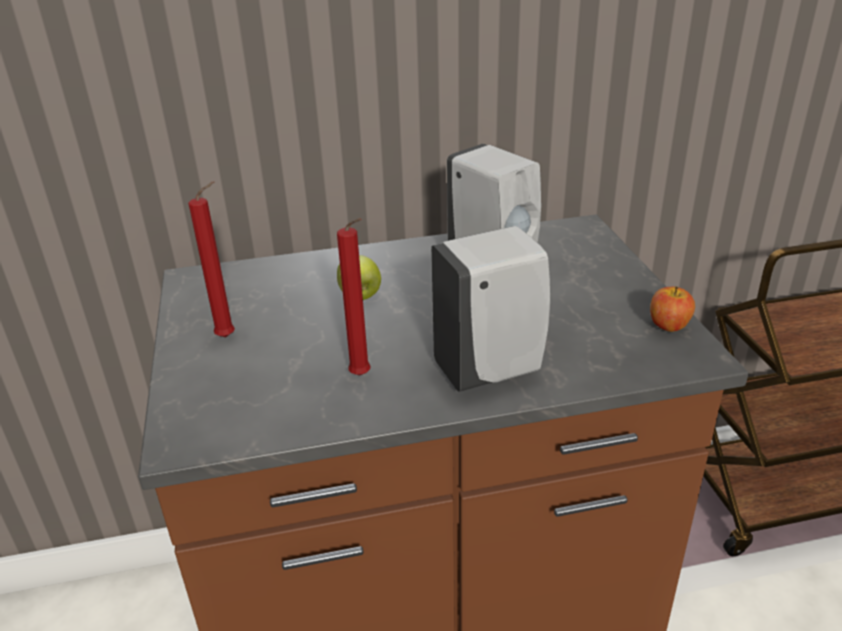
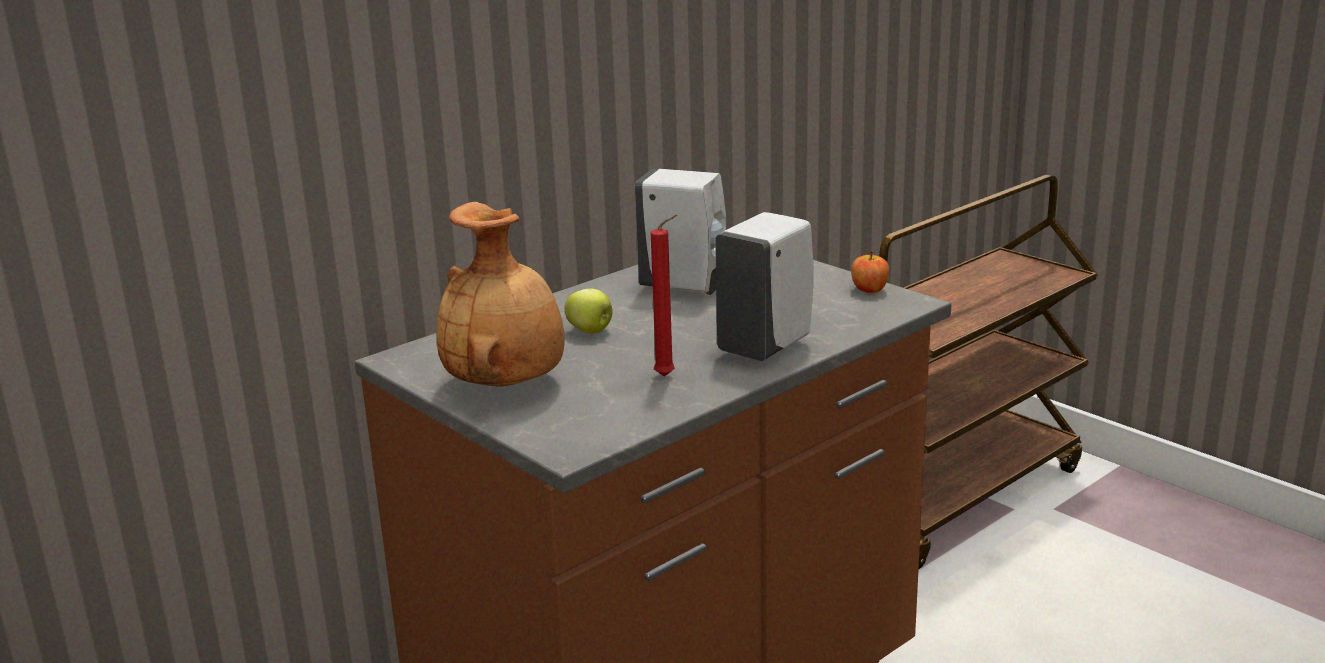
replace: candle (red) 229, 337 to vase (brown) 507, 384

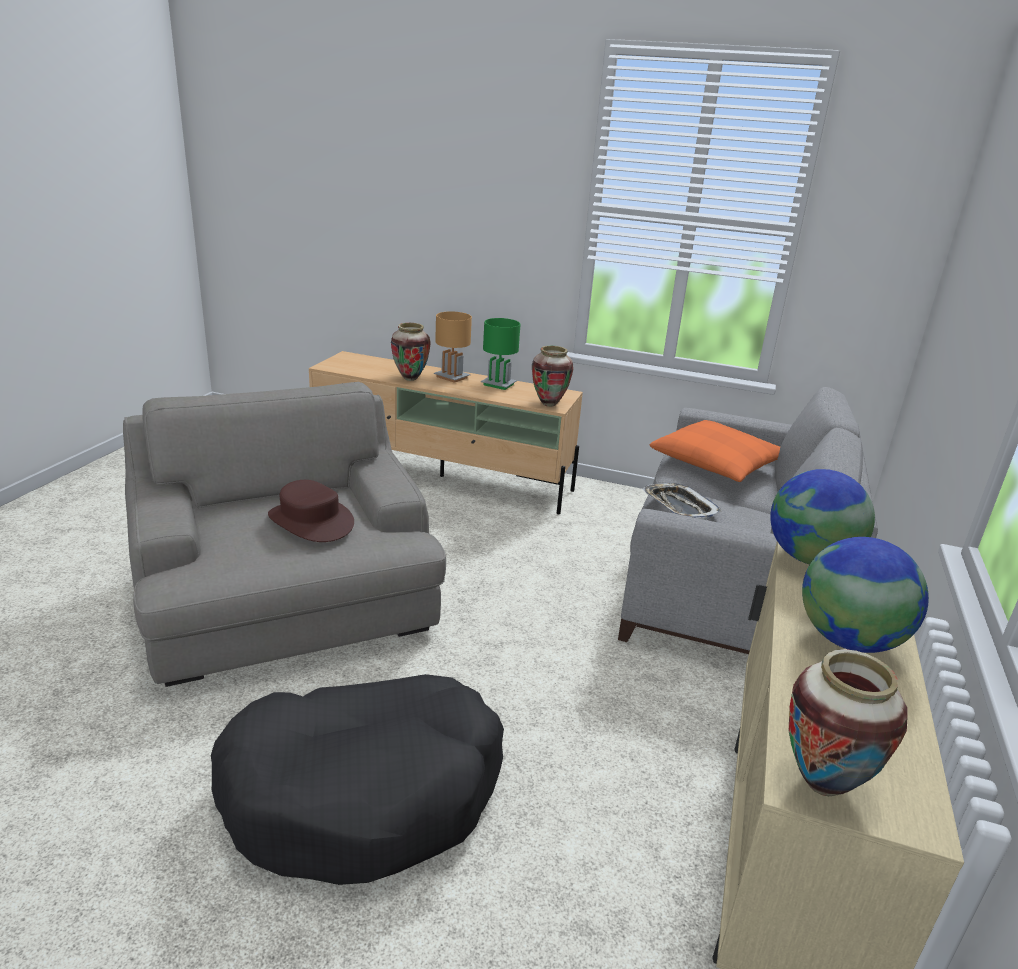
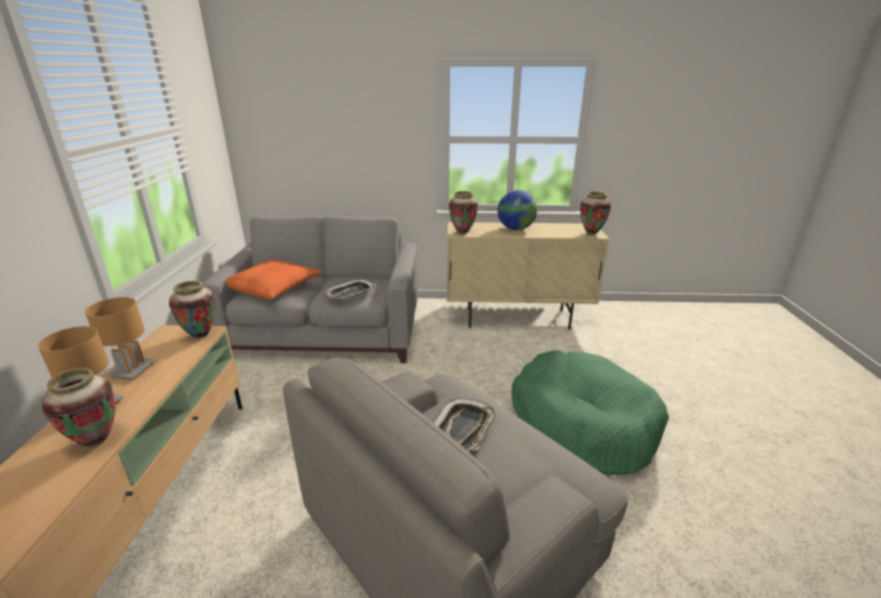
replace: hat (brown) 310, 521 to tray 462, 429; globe 810, 558 to vase 462, 232
recolor: table lamp (green) 498, 384 to table lamp (brown) 133, 371; dog bed (black) 365, 792 to dog bed (green) 582, 423

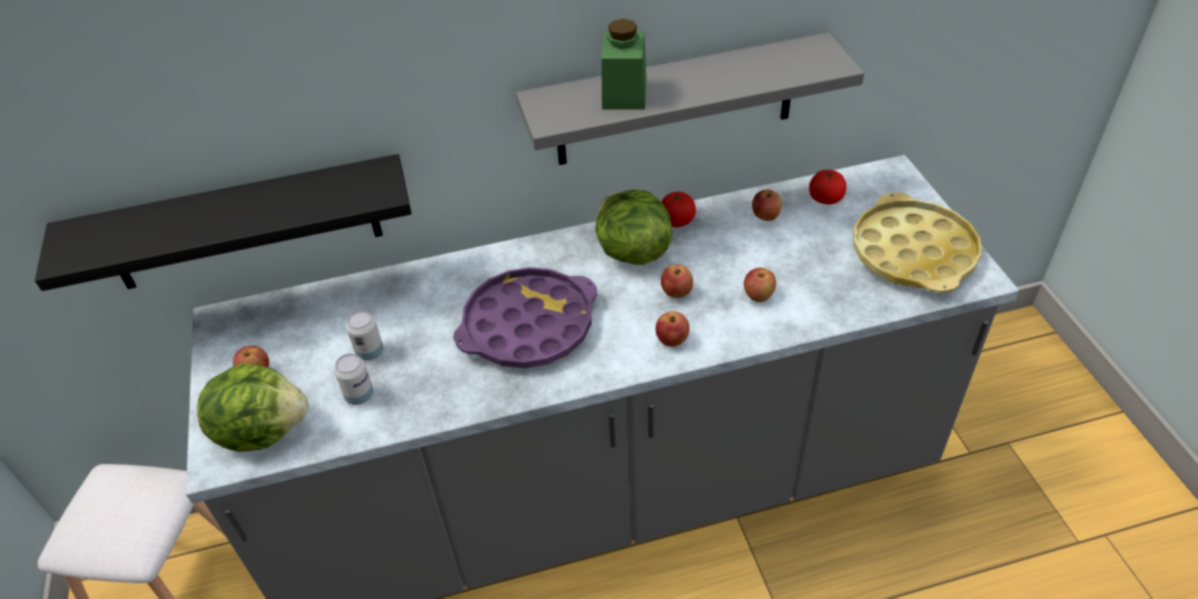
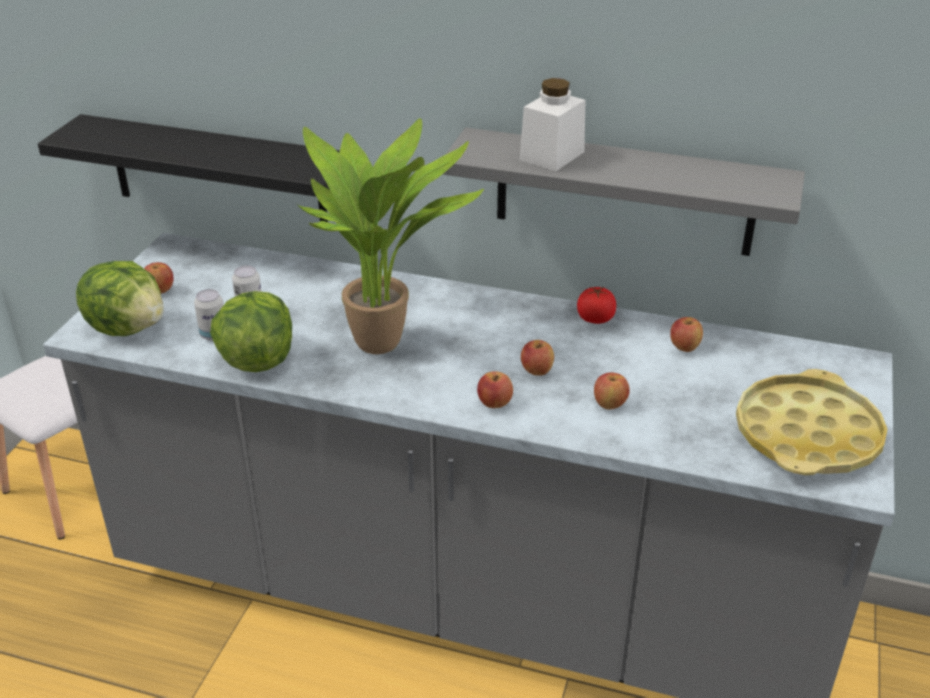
delete: tomato 825, 199
move: lettuce 631, 252 to 257, 360
replace: tray (purple) 528, 326 to potted plant 386, 343
recolor: jar (green) 624, 94 to jar (white) 552, 155

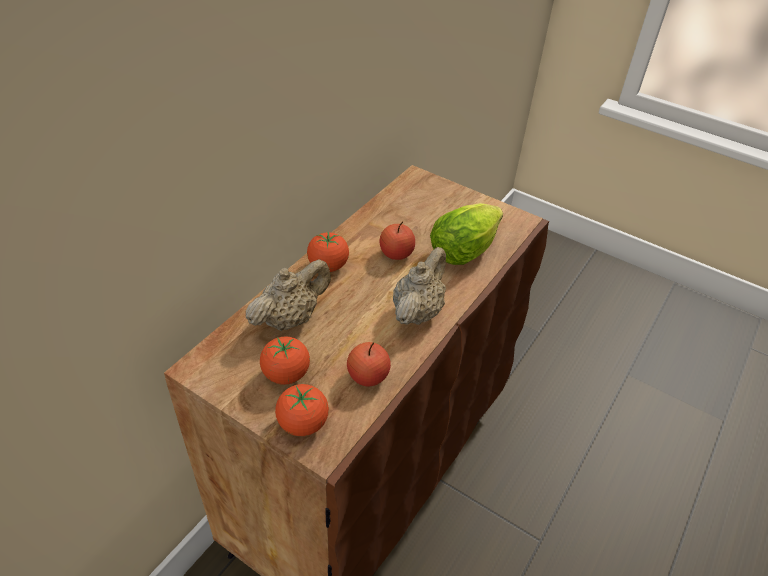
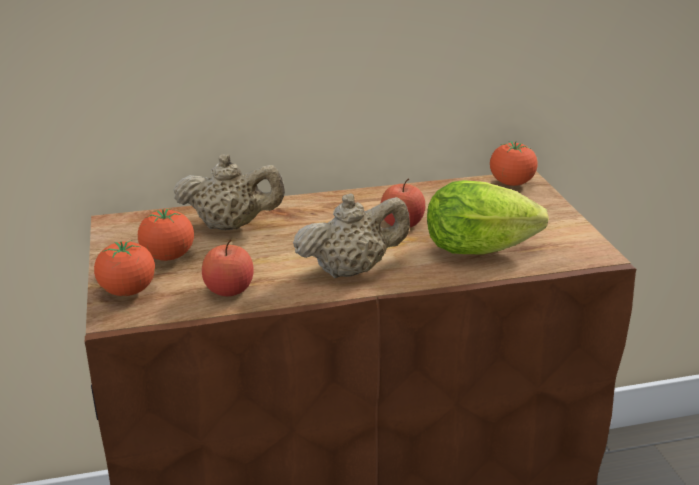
move: tomato 328, 266 to 511, 183

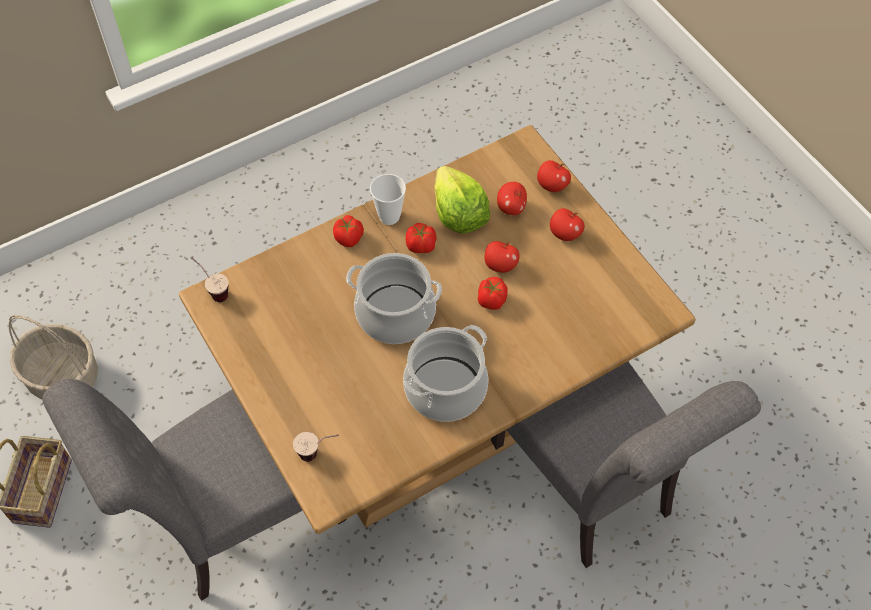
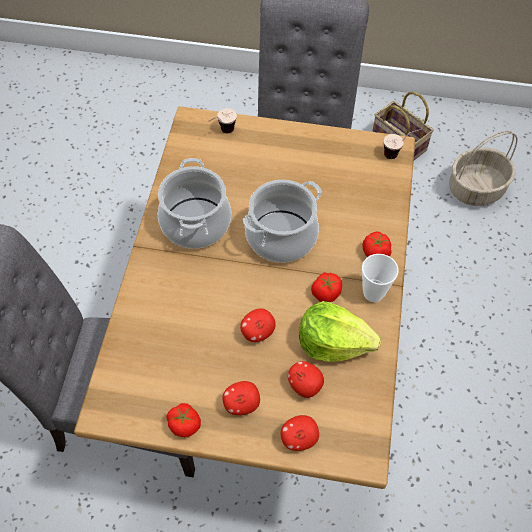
move: tomato 491, 300 to 184, 424

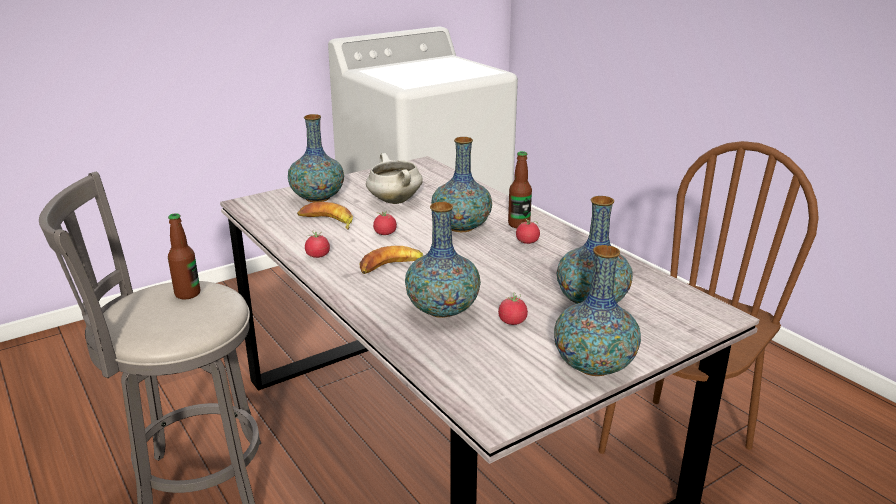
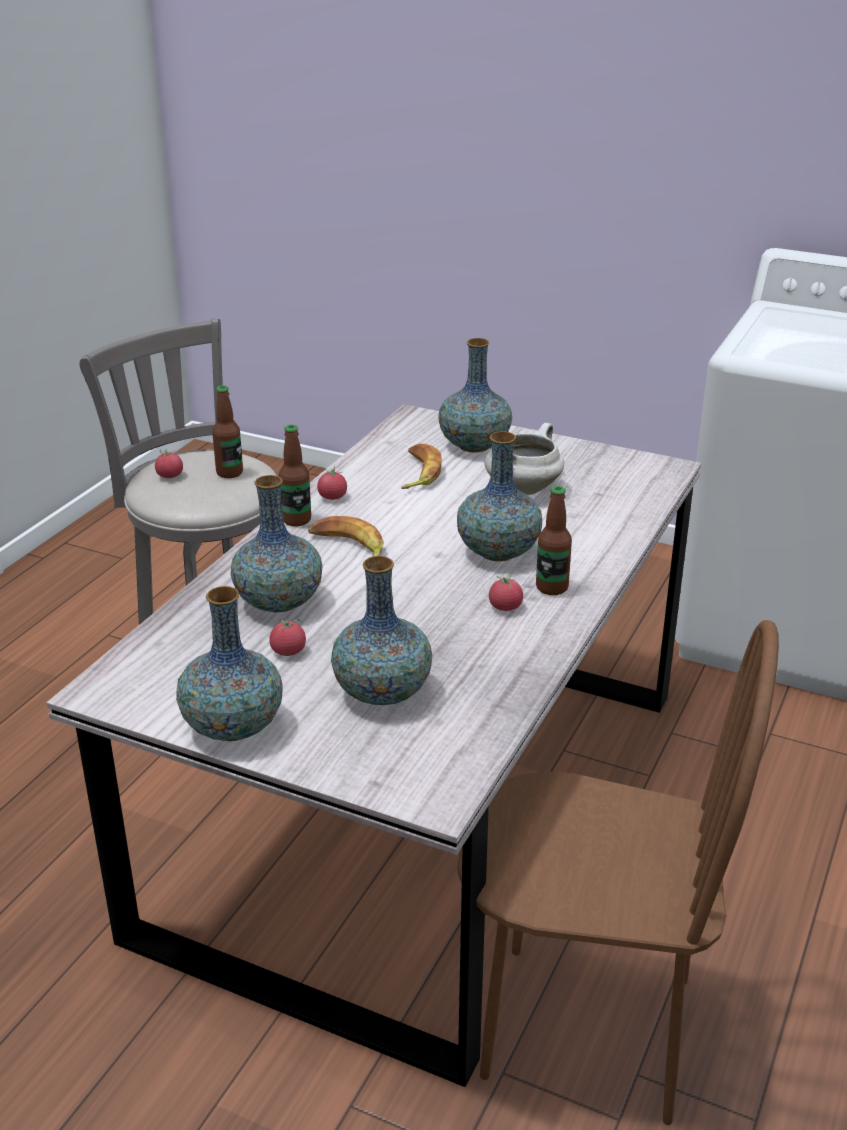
insert: bottle 296, 520
move: tomato 385, 233 to 170, 476

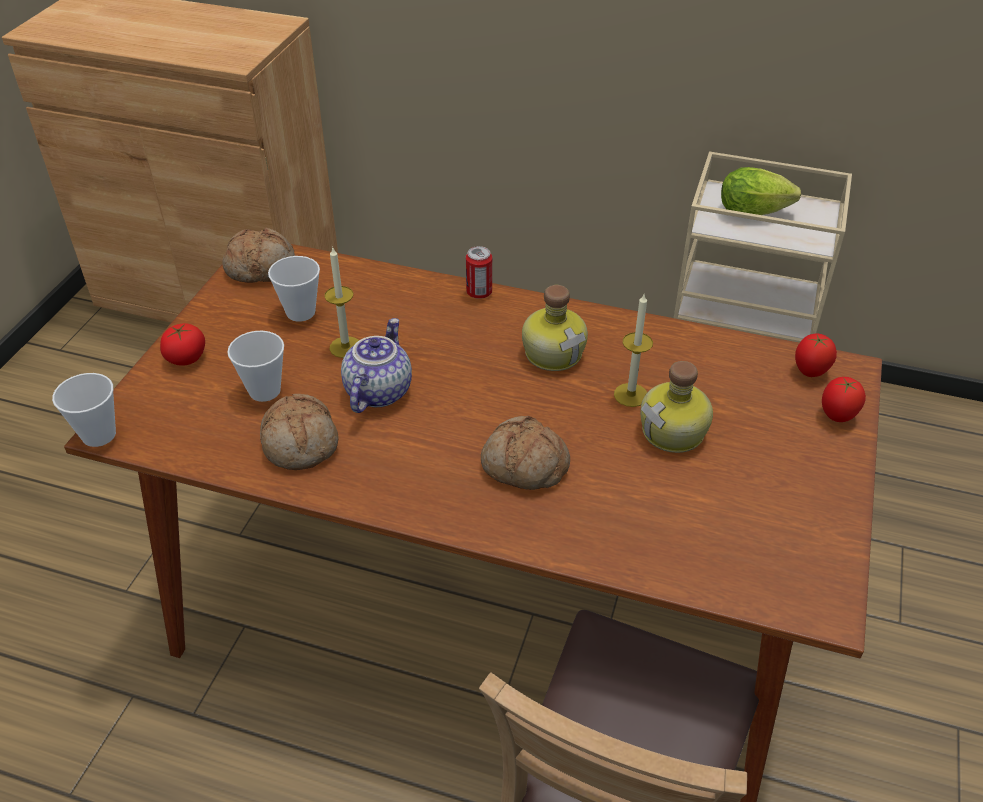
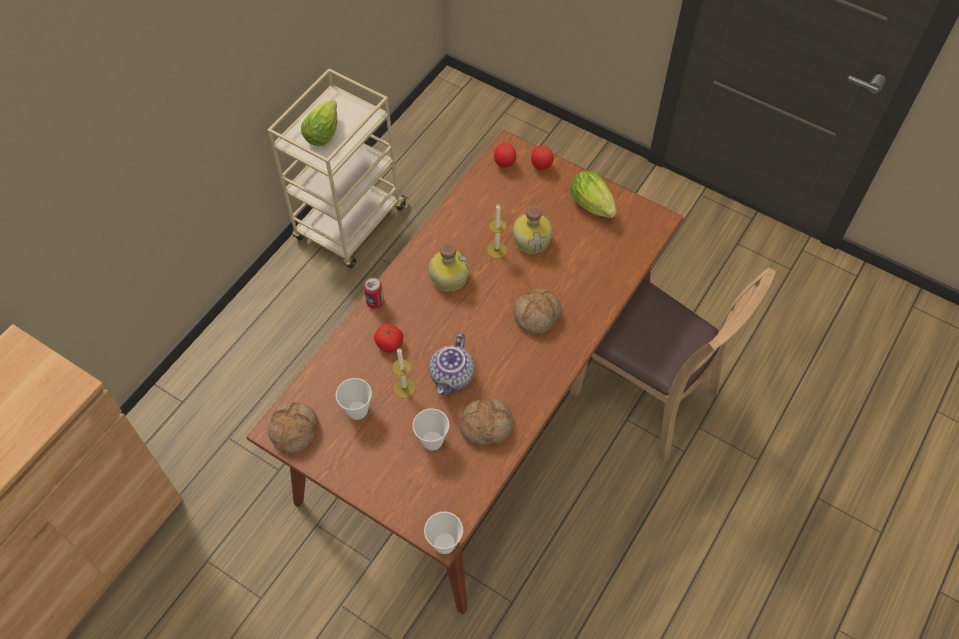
insert: lettuce 594, 207
move: tomato 186, 358 to 389, 344
rotate: teapot 377, 391 = 453, 377 105 degrees counterclockwise

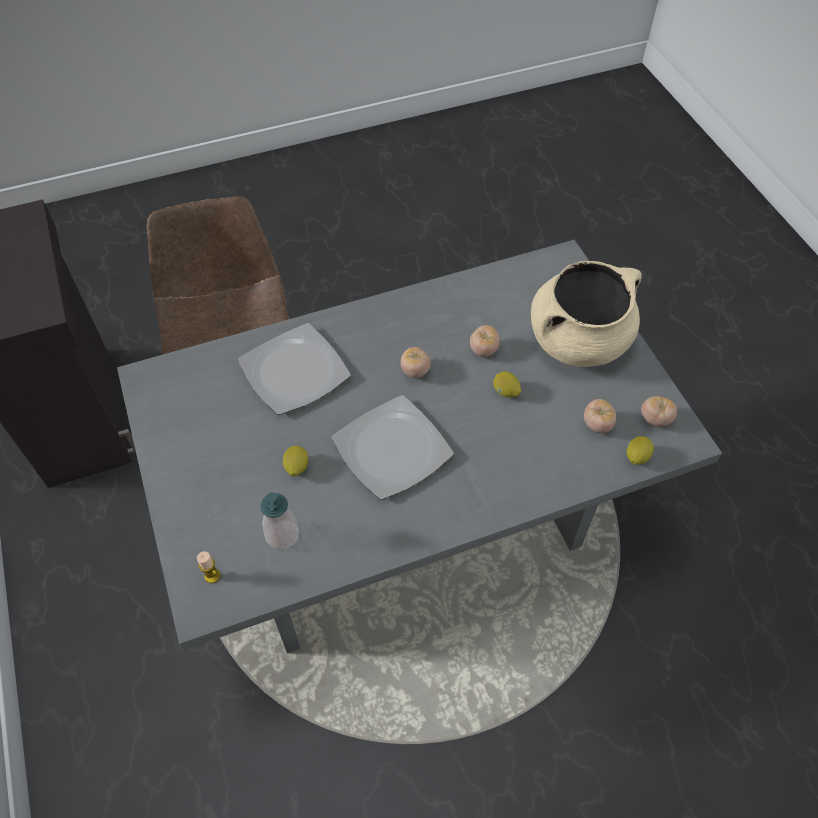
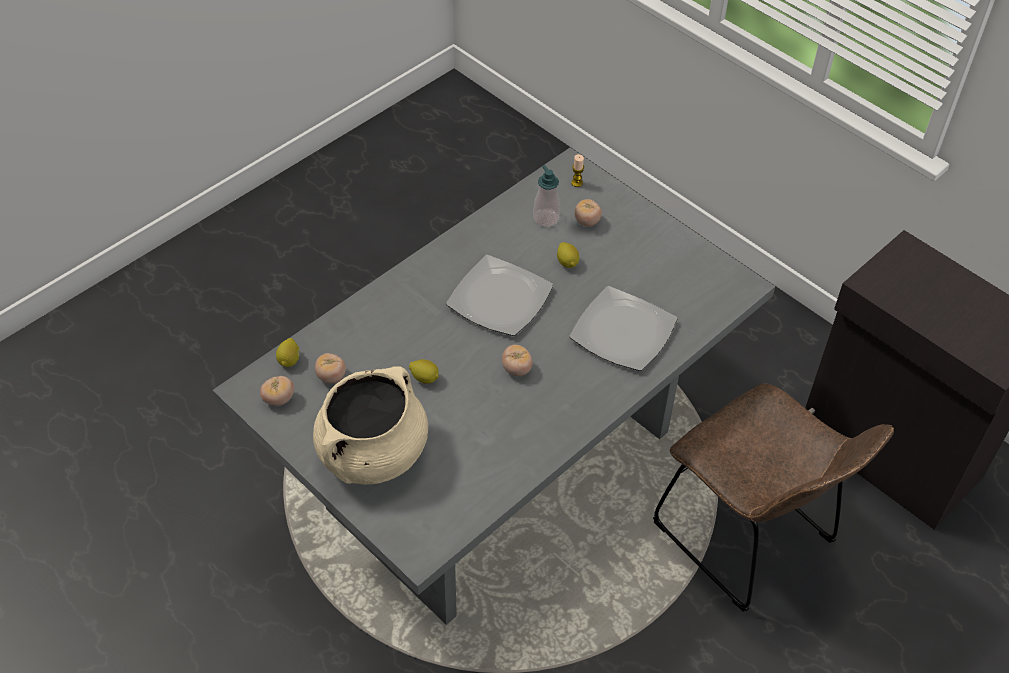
move: tomato 483, 350 to 587, 221

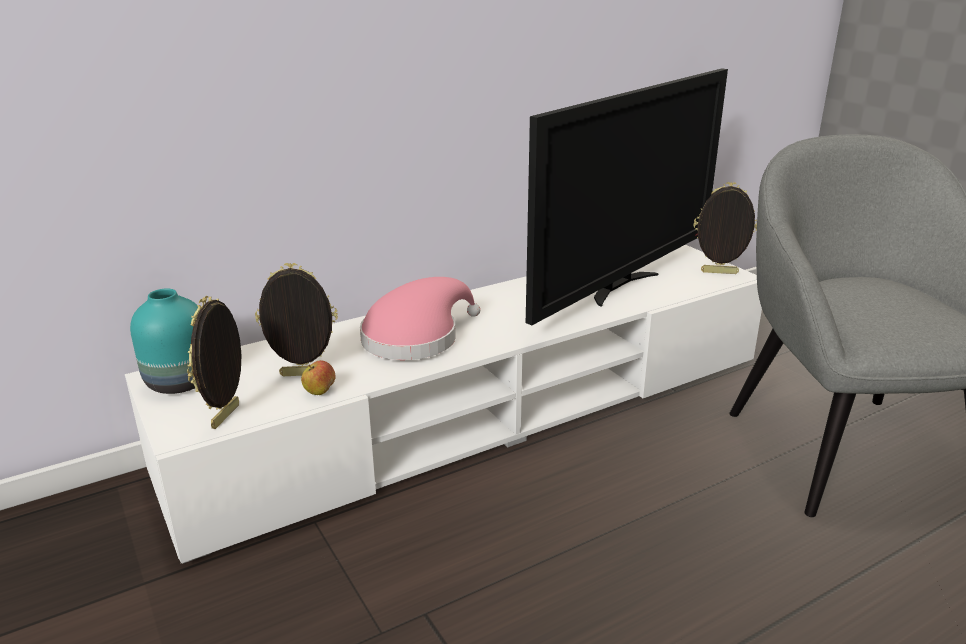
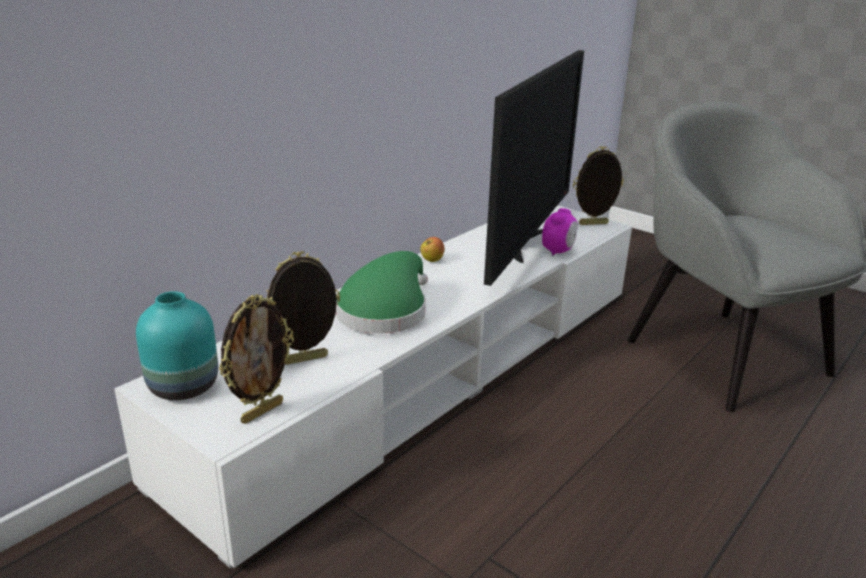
insert: alarm clock 558, 251
move: apple 319, 392 to 432, 260
recolor: hat (pink) 416, 337 to hat (green) 385, 311
rotate: picture frame 227, 417 = 261, 412 135 degrees counterclockwise

